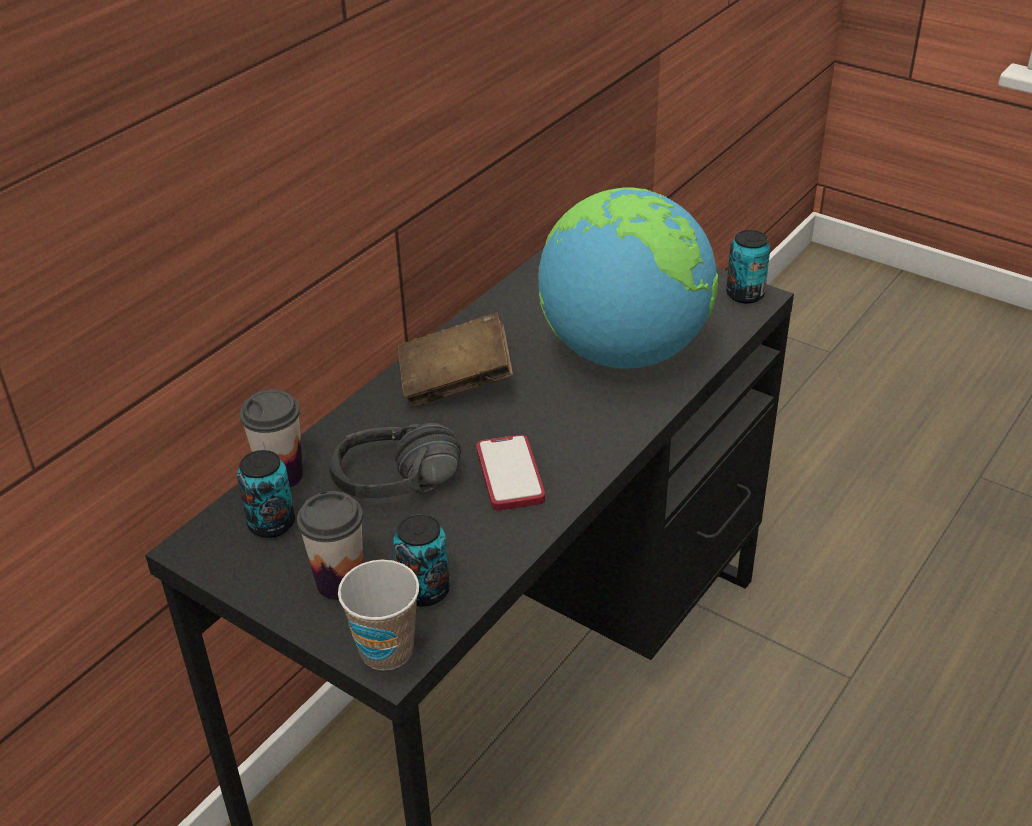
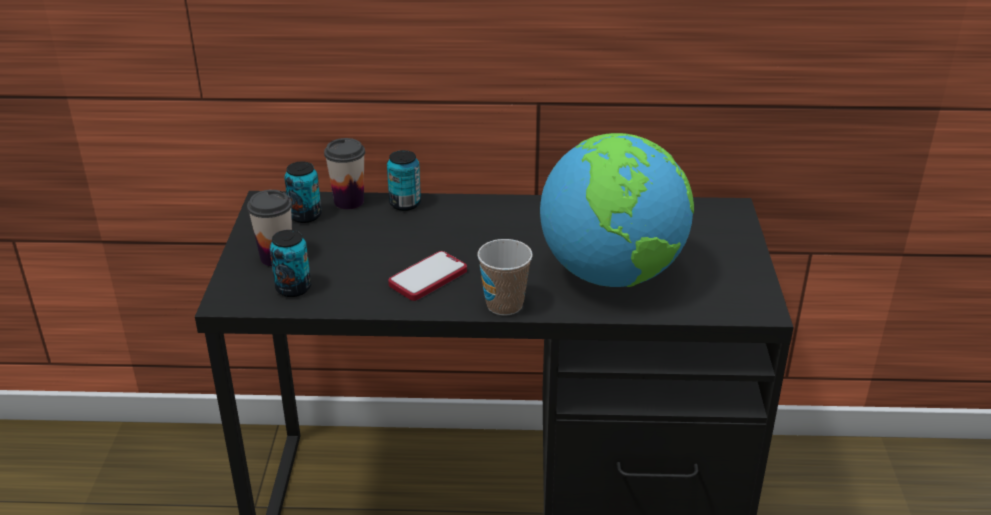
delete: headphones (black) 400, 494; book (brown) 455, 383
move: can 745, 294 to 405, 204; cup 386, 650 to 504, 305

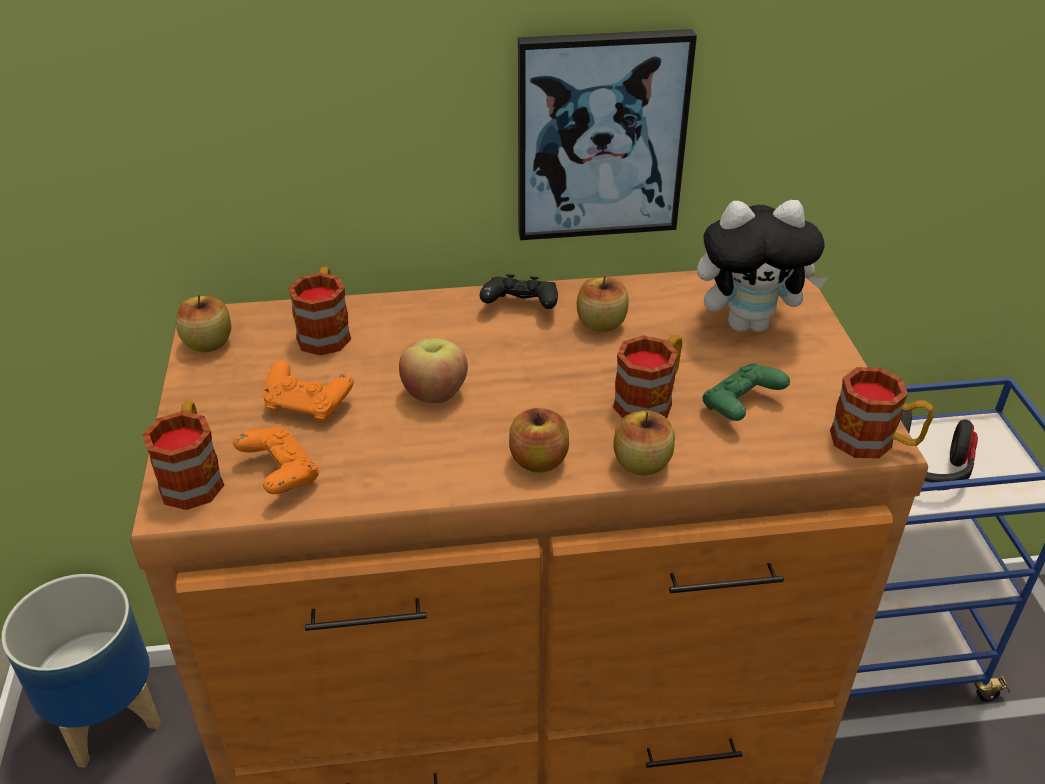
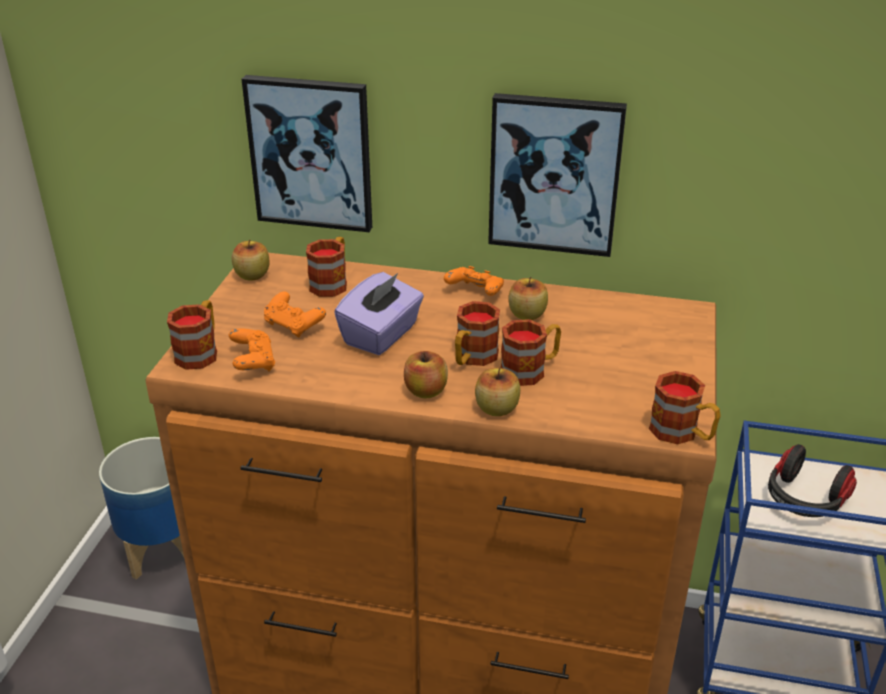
delete: plush toy 749, 324; game controller (green) 740, 407
insert: picture 311, 153; mug 472, 358
replace: apple 435, 393 to tissue box (purple) 381, 335
recolor: game controller (black) 520, 307 to game controller (orange) 475, 293

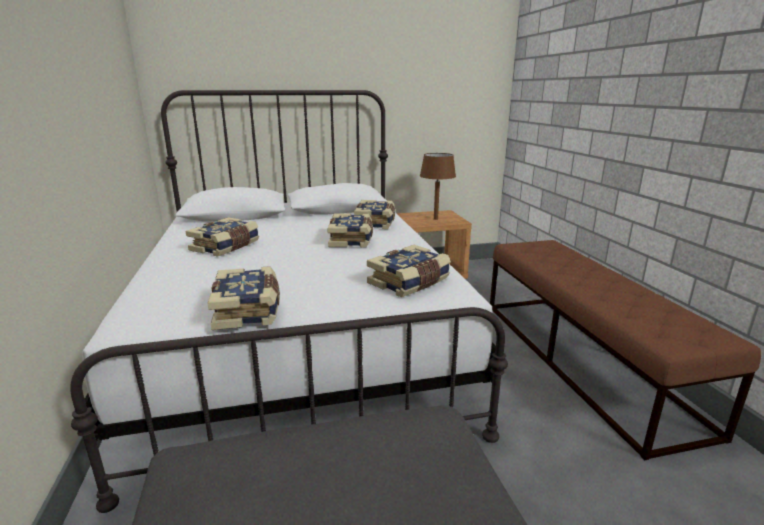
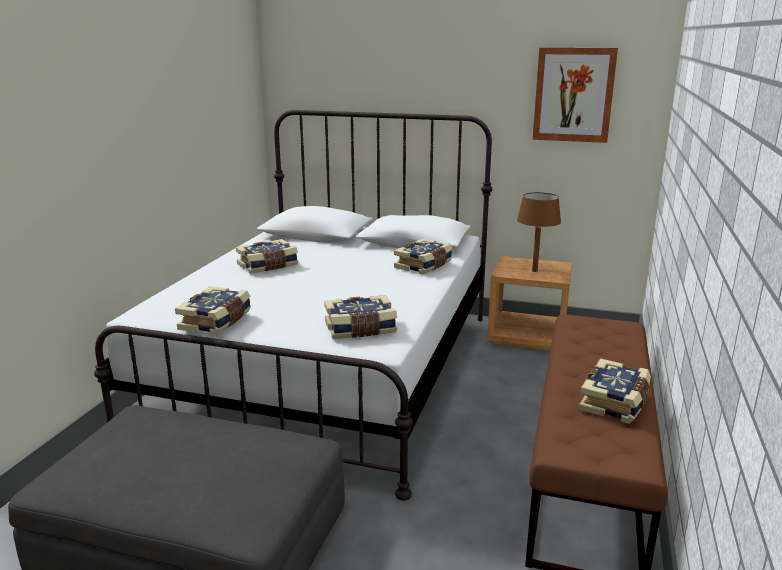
insert: picture 573, 95
move: book 352, 240 to 615, 403

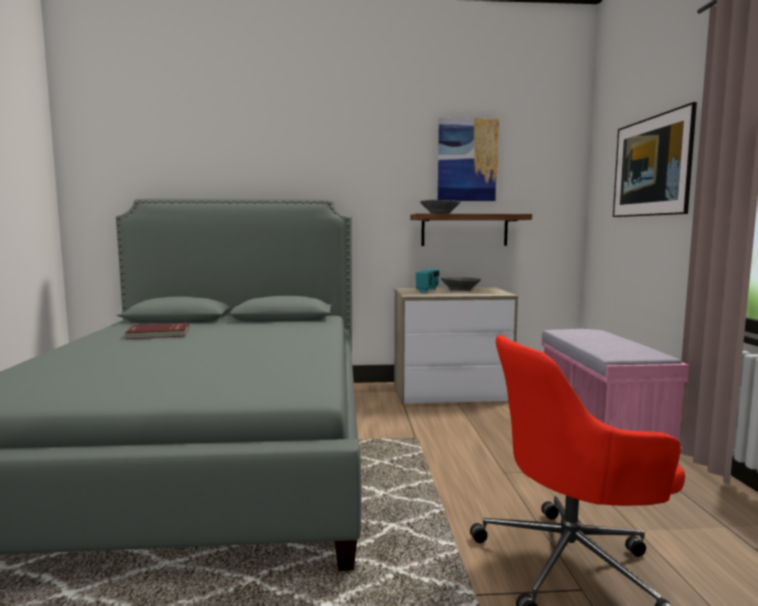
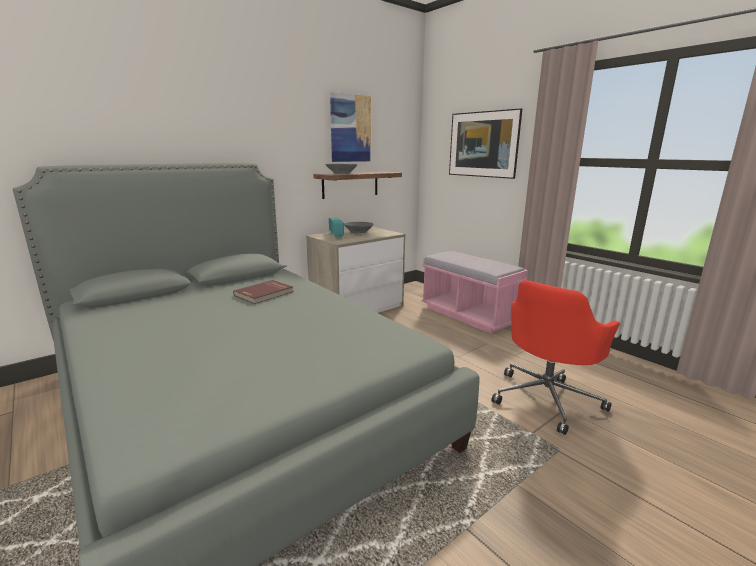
move: book (red) 158, 334 to 264, 294

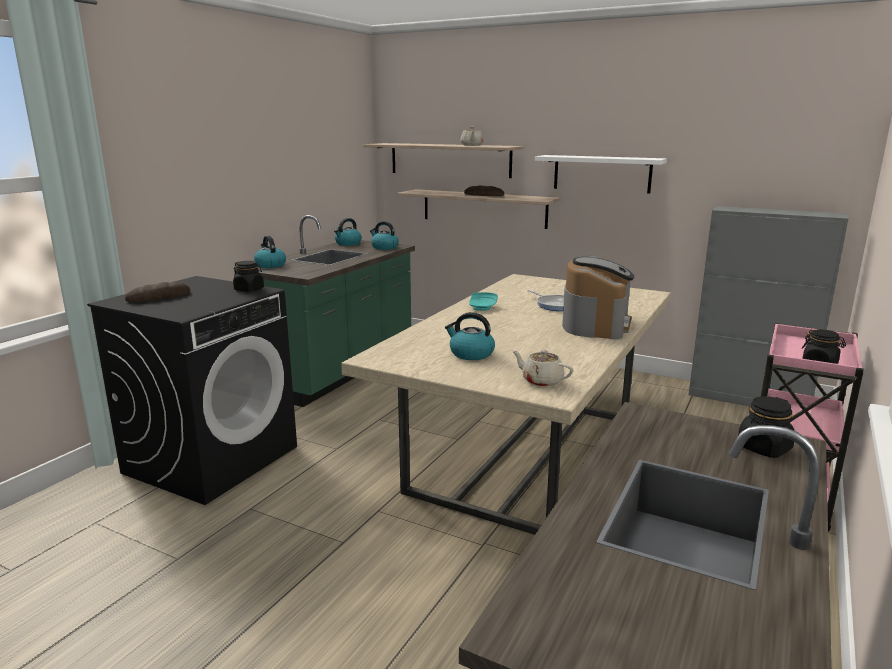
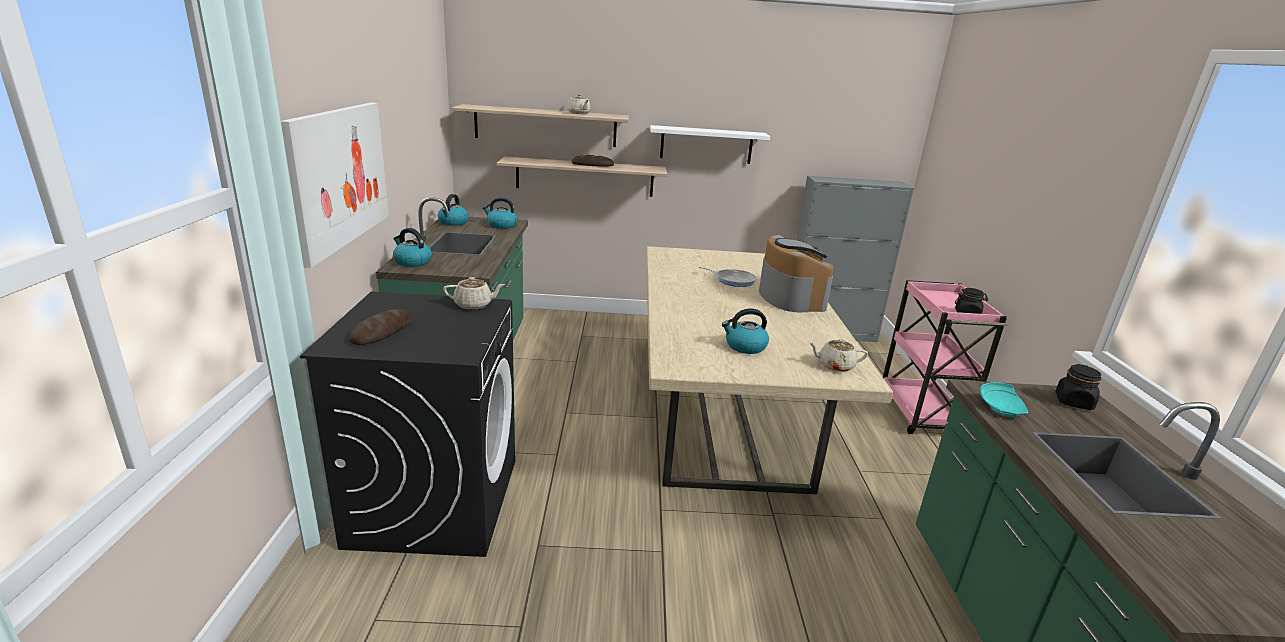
insert: picture 339, 176
move: plate (turquoise) 482, 307 to 1001, 408
replace: jar (black) 249, 289 to teapot (beige) 474, 305

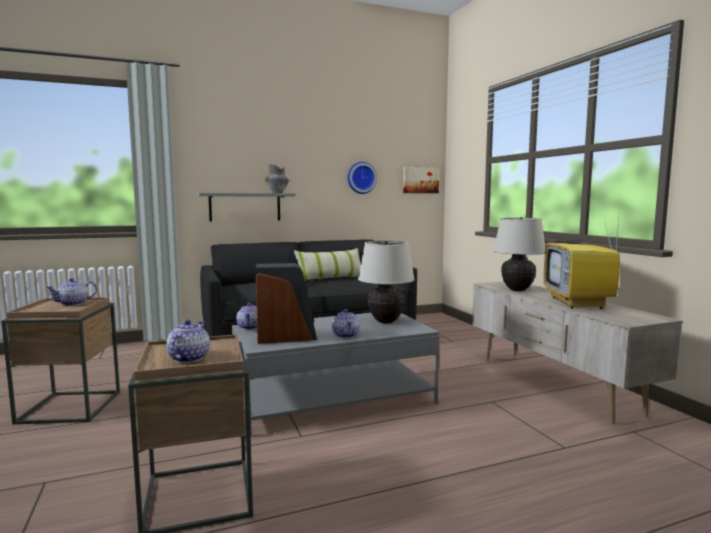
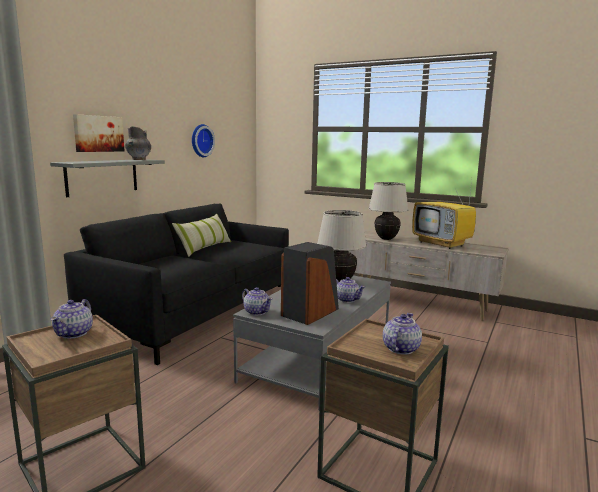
move: picture 420, 180 to 98, 133
rotate: teapot 188, 358 = 400, 349 60 degrees clockwise

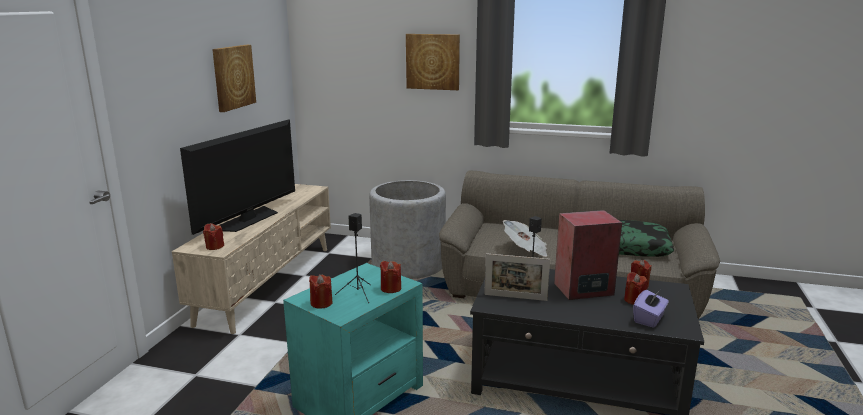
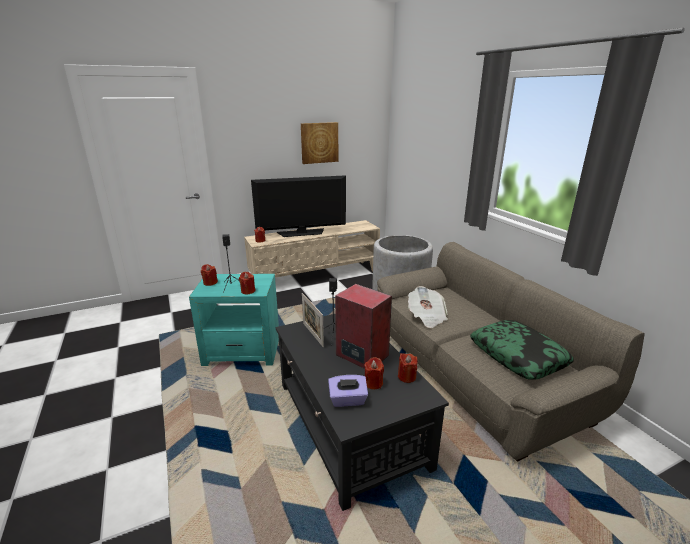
delete: picture 433, 61

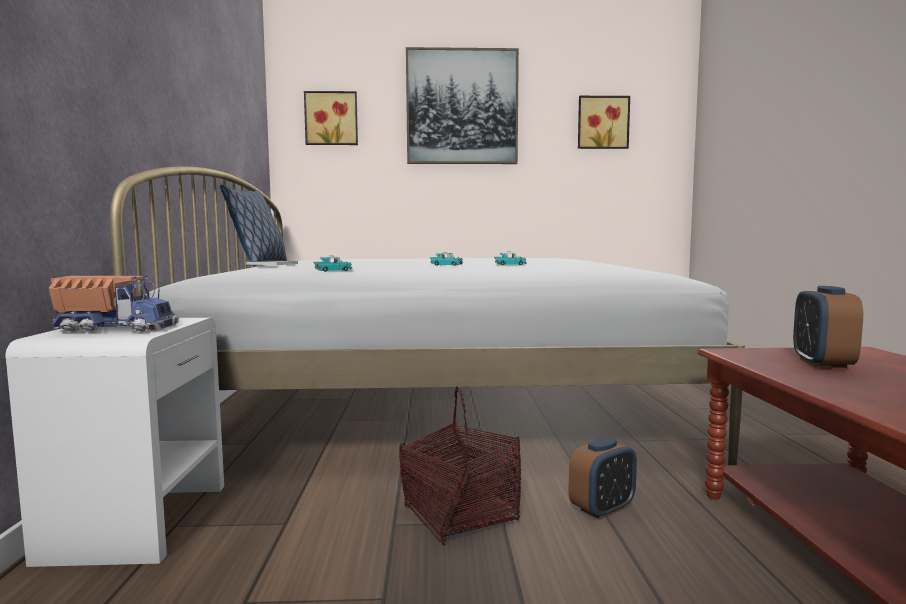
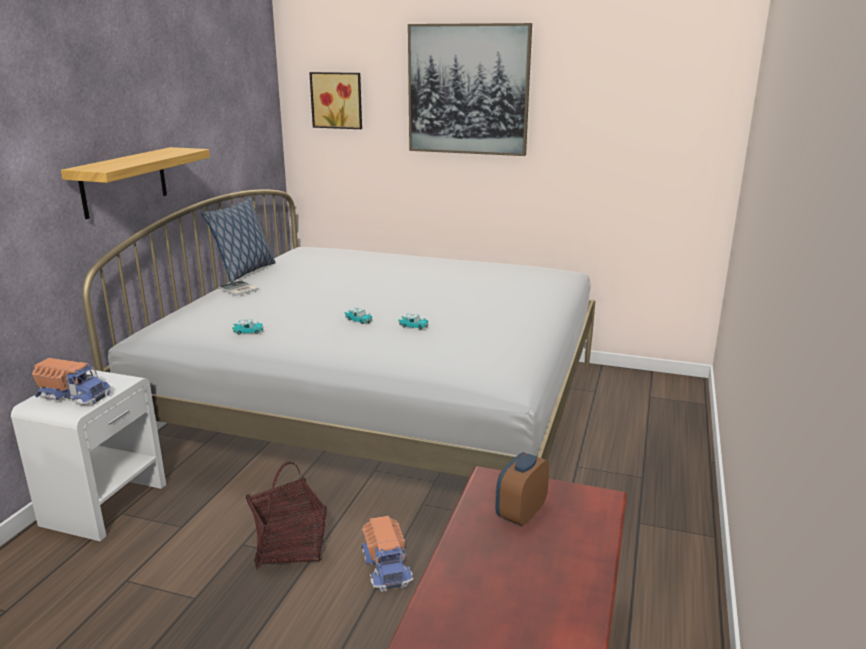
delete: picture 602, 123
insert: shelf 124, 182
replace: alarm clock 602, 509 to toy truck 387, 566

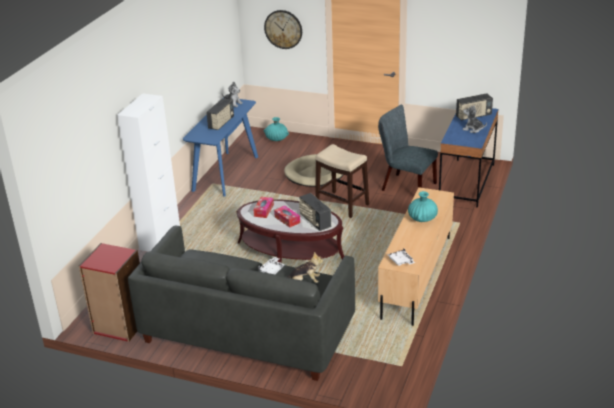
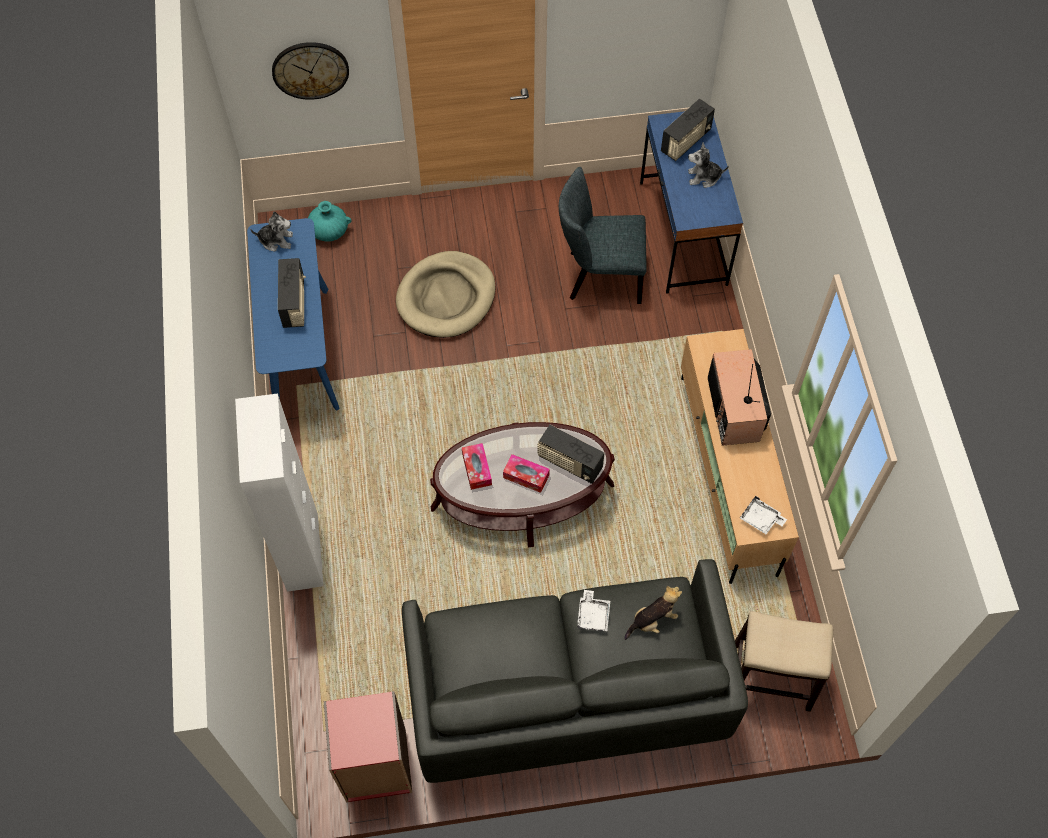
move: stool 342, 204 to 772, 677
replace: vase (turquoise) 422, 219 to television 735, 409

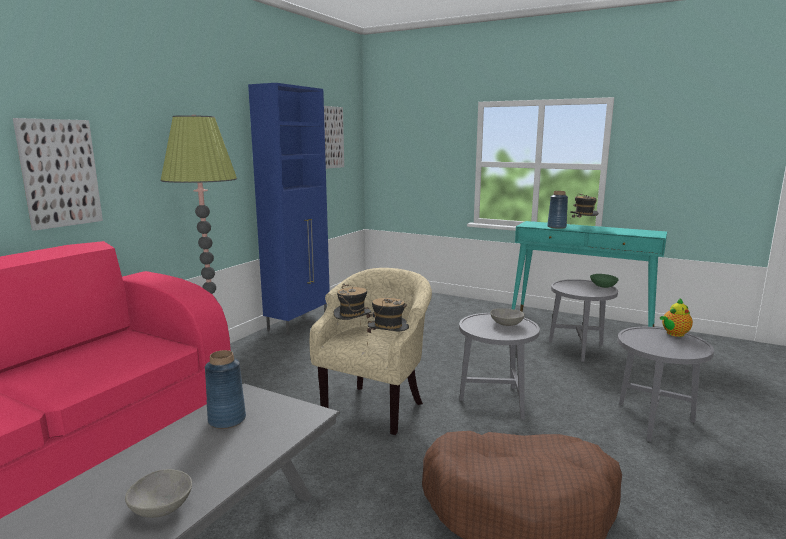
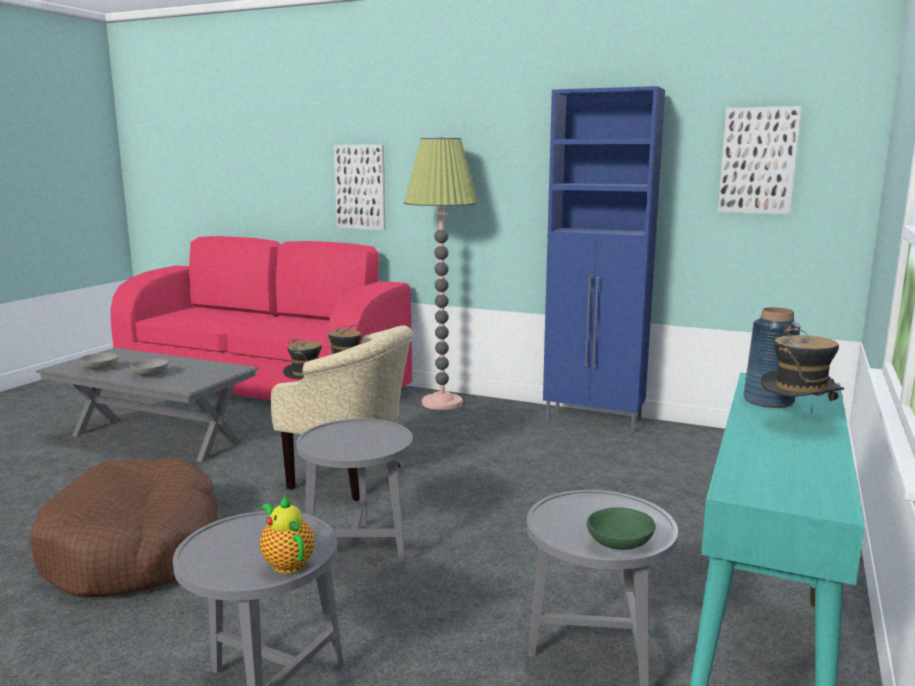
delete: vase (blue) 226, 420
move: bowl (grey) 506, 324 to 150, 375

